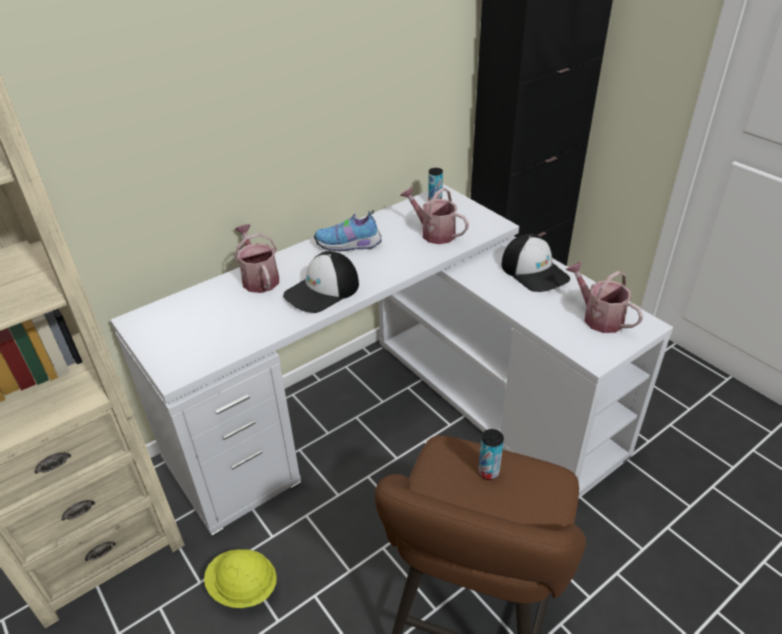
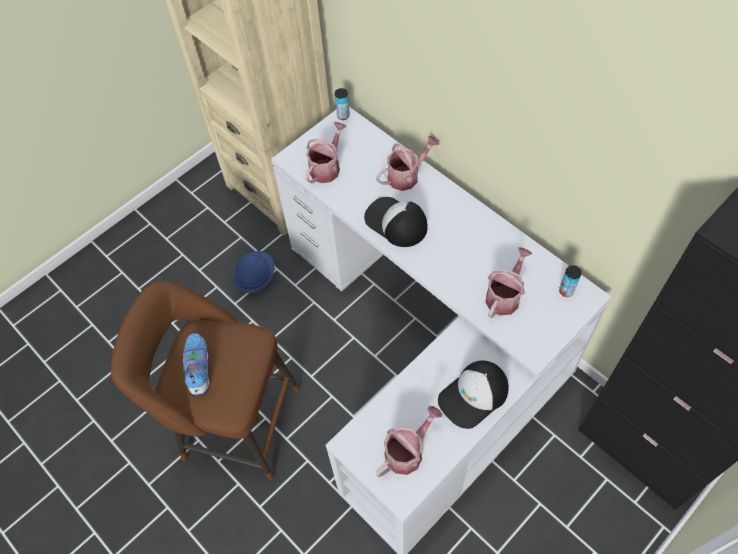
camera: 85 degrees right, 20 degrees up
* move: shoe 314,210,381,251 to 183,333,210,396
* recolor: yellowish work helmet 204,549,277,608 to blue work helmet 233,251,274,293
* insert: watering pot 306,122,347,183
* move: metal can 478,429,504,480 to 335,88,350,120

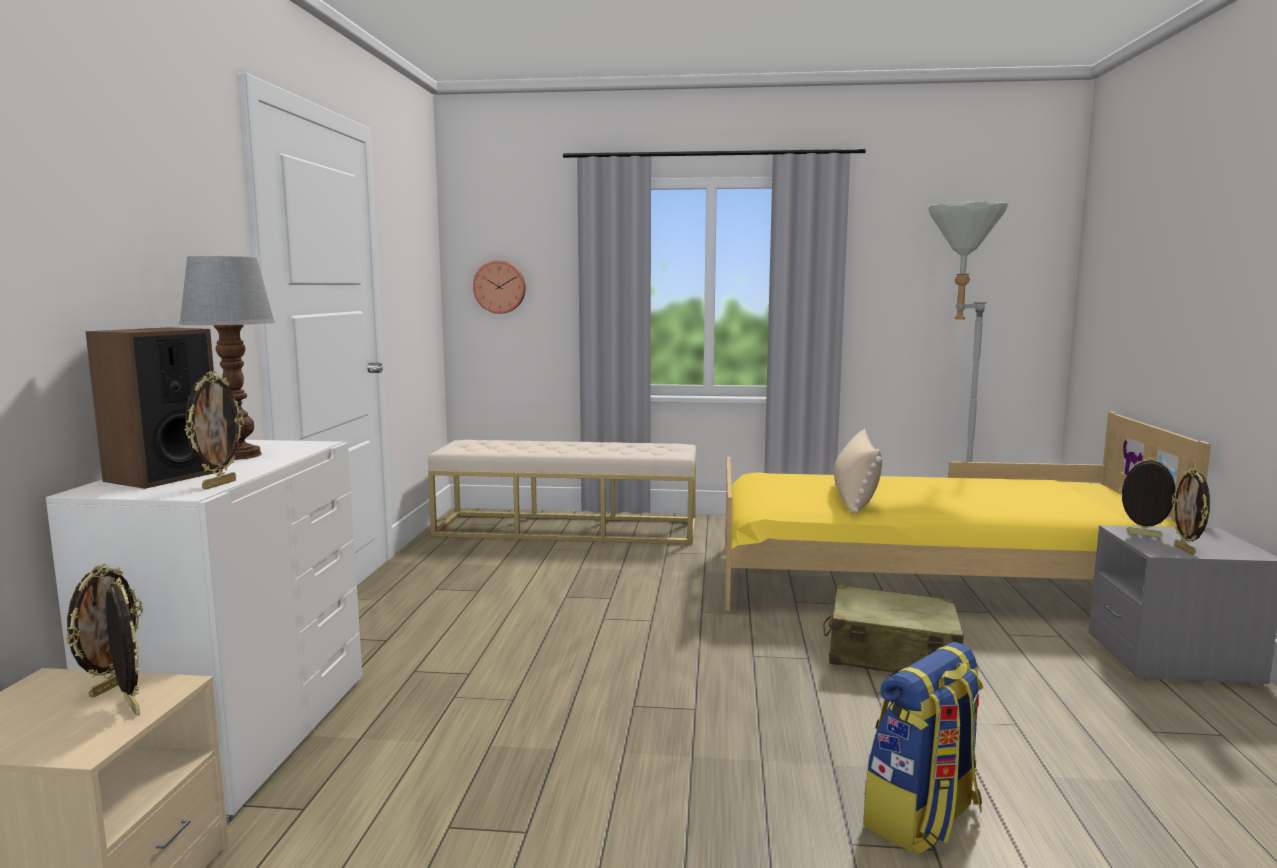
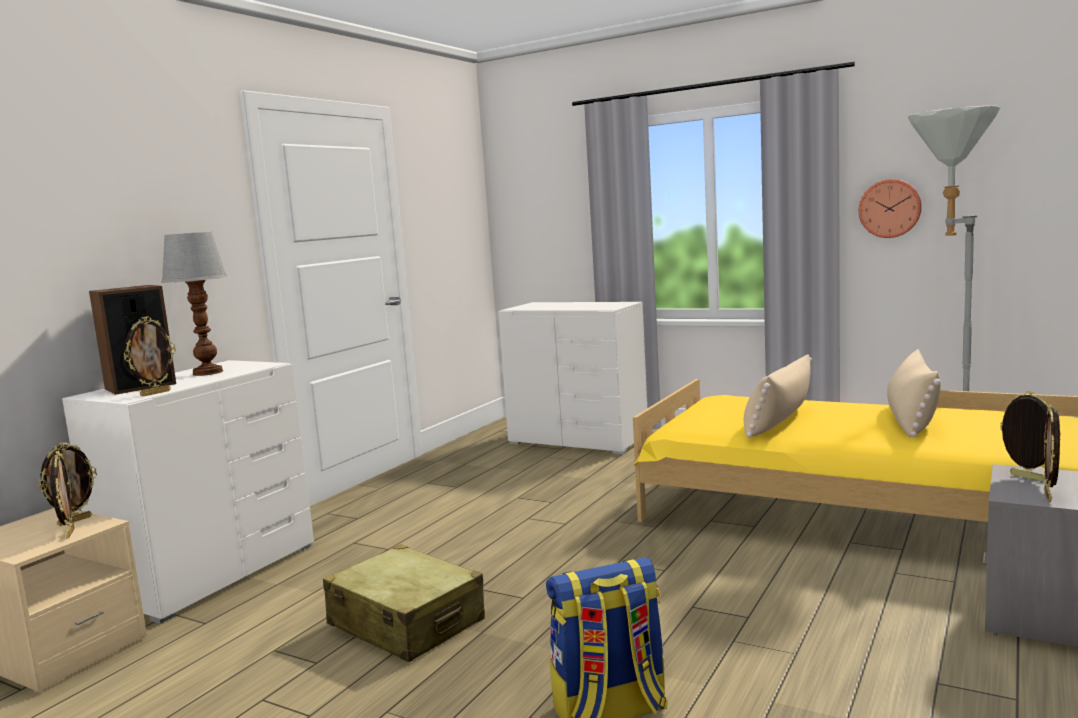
camera: 25 degrees right, 0 degrees up
* move: beige suitcase 823,585,964,673 to 323,545,485,662
* replace: beige bench 428,440,696,544 to white dresser 498,302,647,455
* move: clock on the wall 473,260,526,314 to 859,179,922,238
* insert: beige throw pillow 887,349,941,437

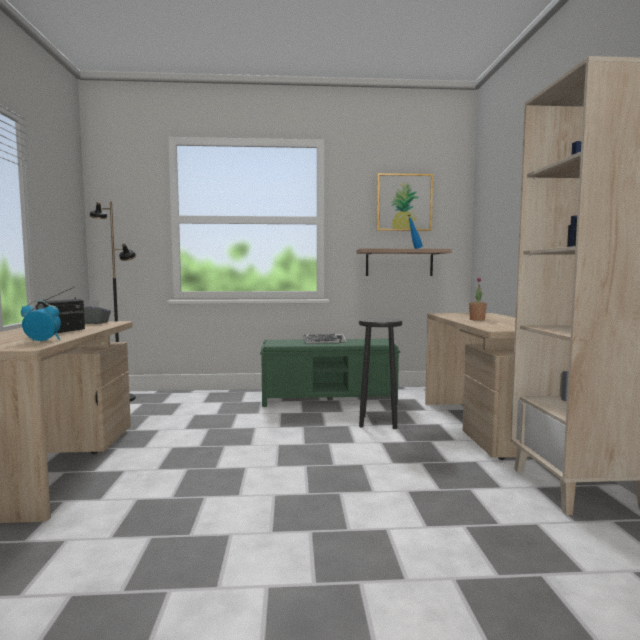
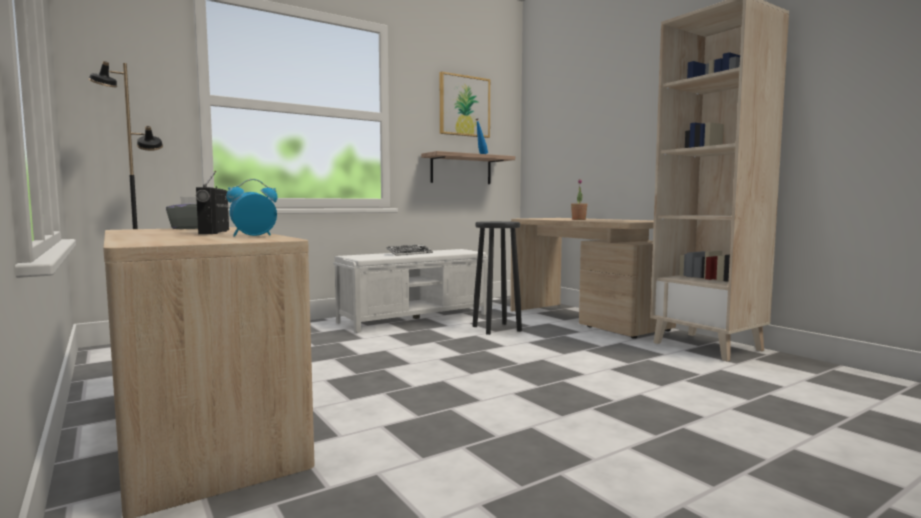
camera: 30 degrees left, 0 degrees up
* recolor: green-coloured bench 260,339,400,407 to white bench 333,249,488,333

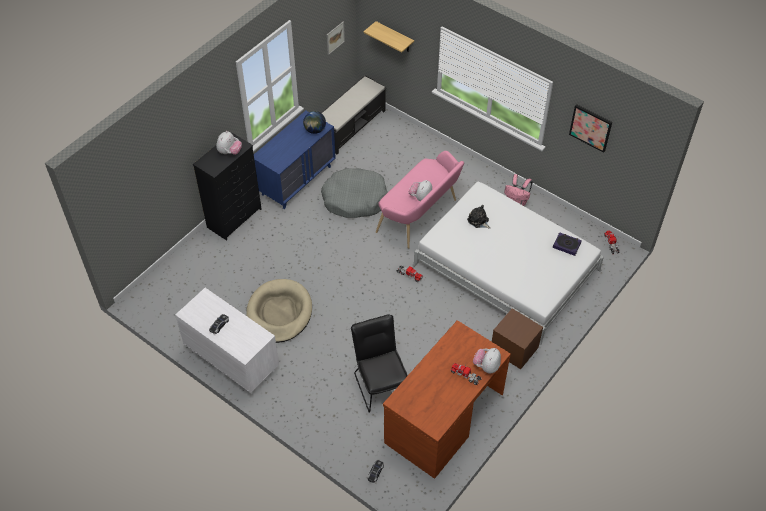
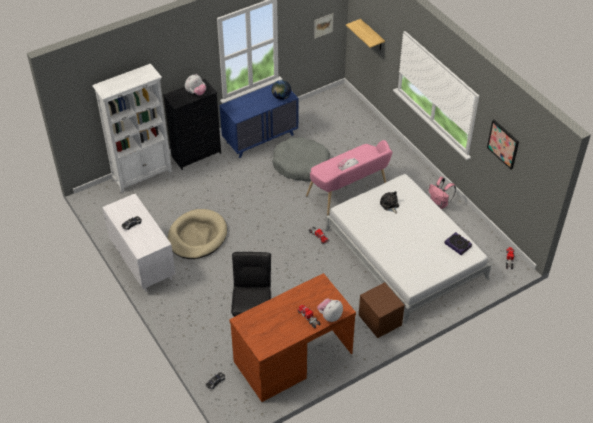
camera: 20 degrees right, 5 degrees down
* insert: white bookshelf 92,64,172,193
* delete: black-coloured bench 321,75,386,154

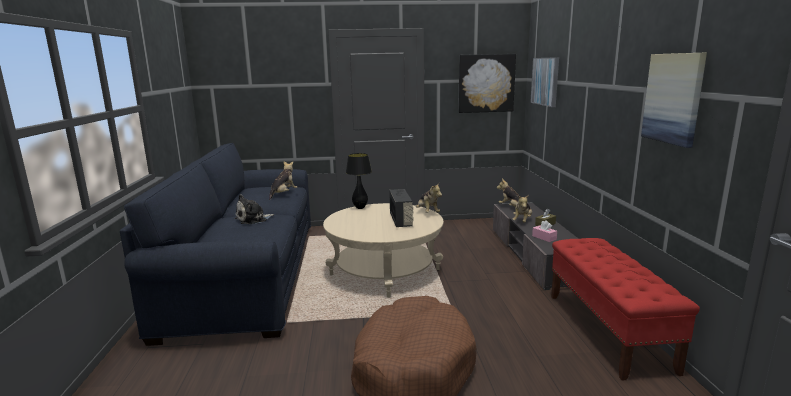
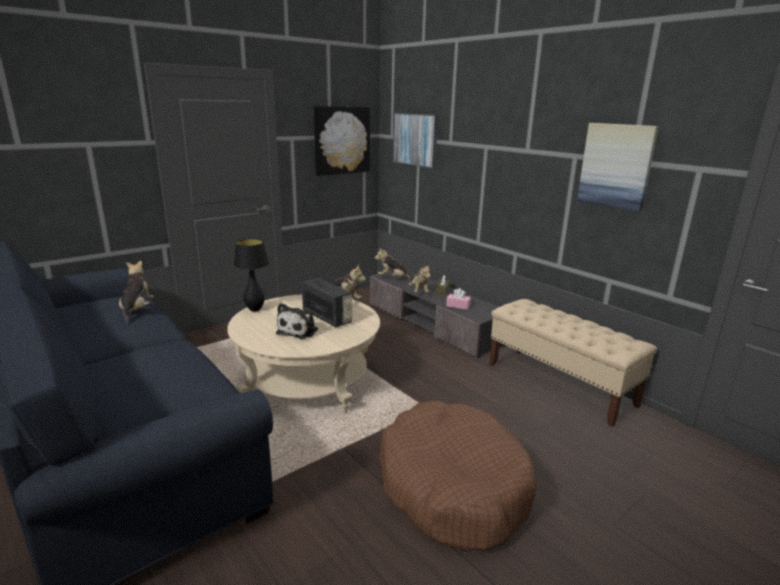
camera: 35 degrees left, 5 degrees up
* move: cuddly toy 235,194,274,224 to 276,303,318,339
* recolor: reddish bench 551,238,700,380 to beige bench 489,299,657,427

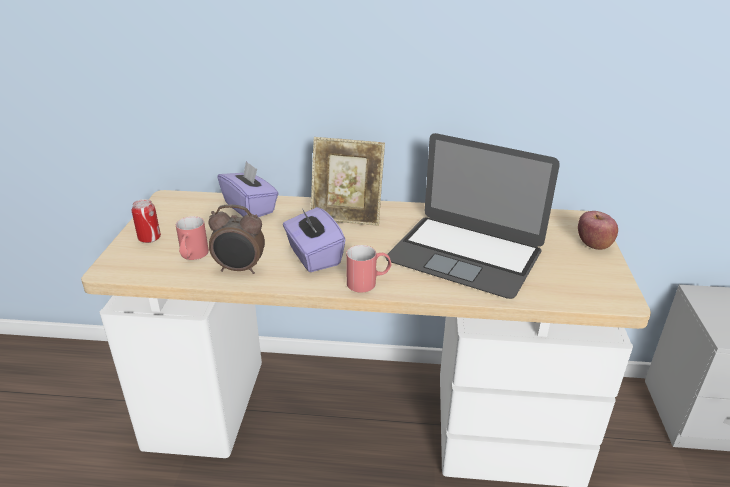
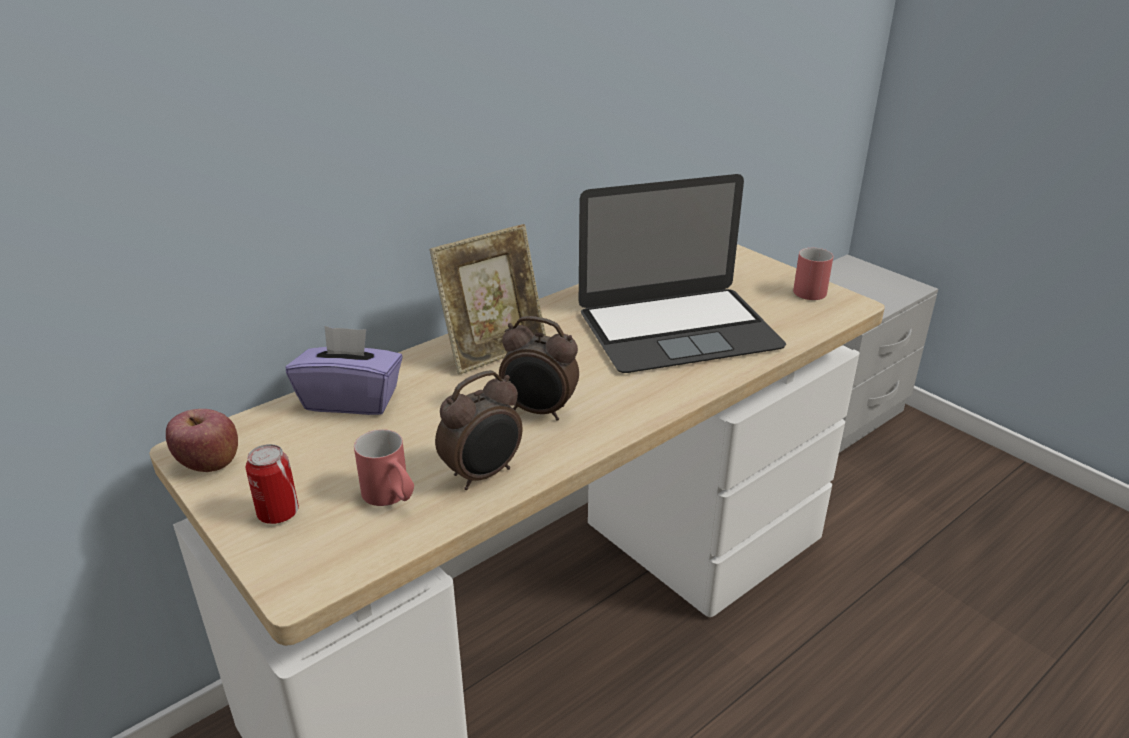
camera: 45 degrees left, 0 degrees up
* move: whole apple 578,211,618,250 to 166,409,238,472
* replace: purple-coloured tissue holder 283,207,345,272 to alarm clock 499,316,579,421
* move: reddish mug 346,245,391,292 to 793,248,834,300

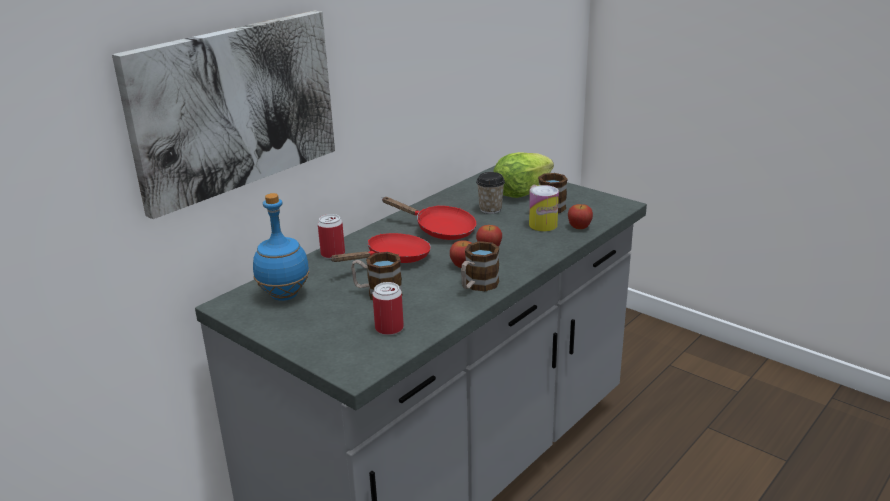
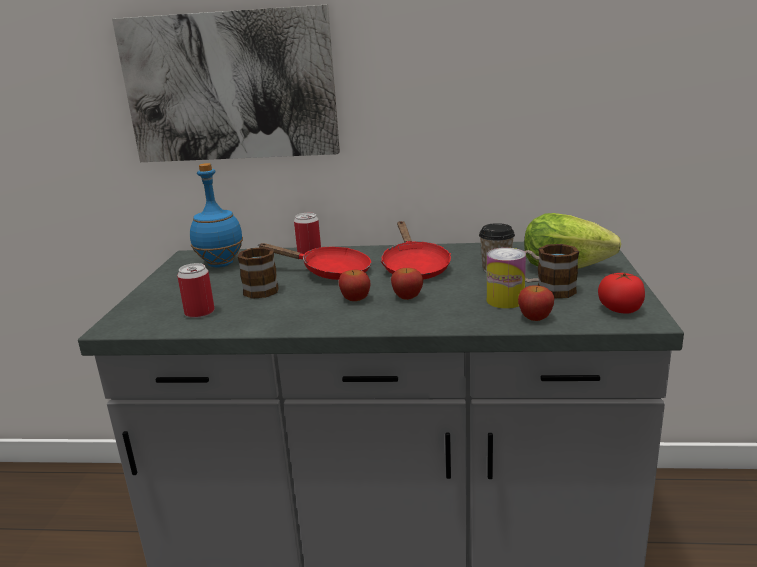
camera: 55 degrees right, 5 degrees down
* insert: tomato 598,272,645,314
* delete: mug 461,241,499,291

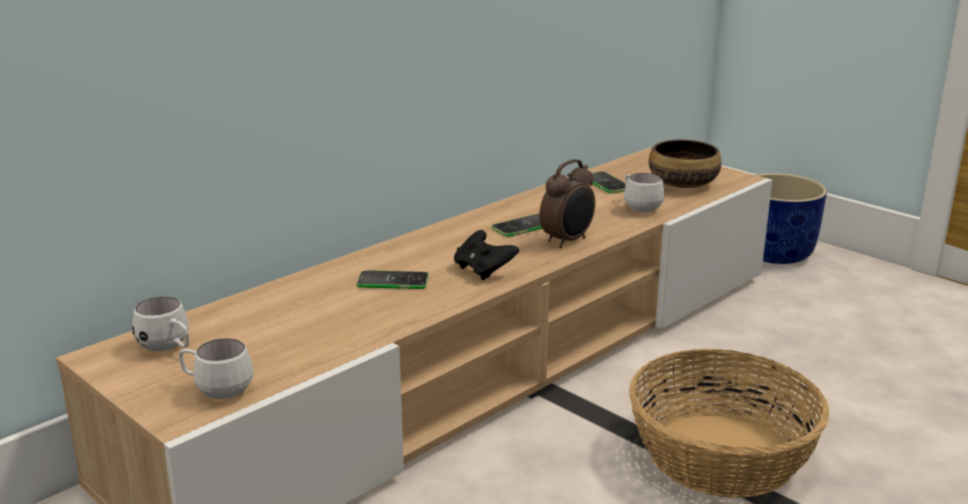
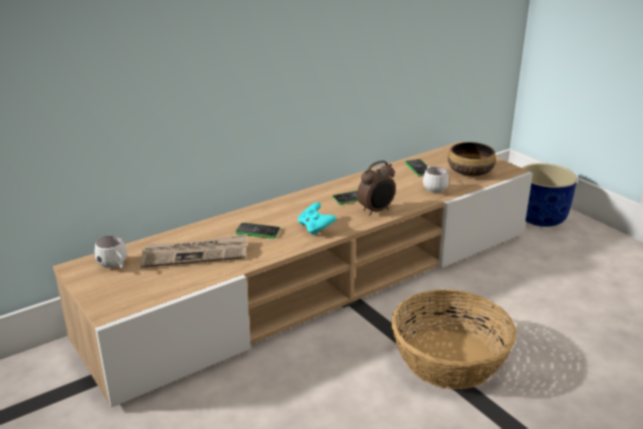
camera: 10 degrees right, 5 degrees up
* insert: daily paper 140,234,247,268
* recolor: black-coloured joypad 454,230,519,280 to blue-green joypad 298,202,337,235
* delete: white mug 179,338,254,399

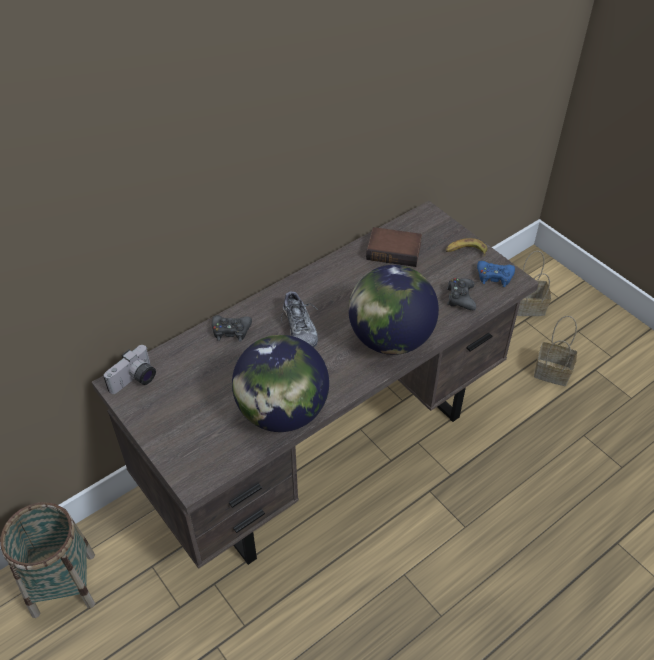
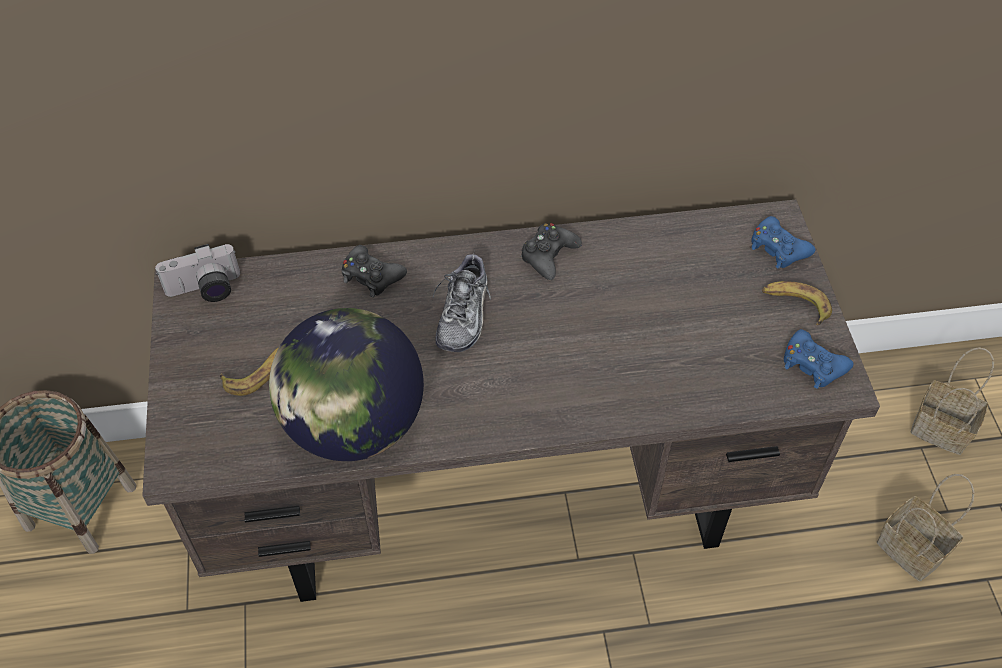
camera: 30 degrees right, 5 degrees up
* insert: whole banana 220,347,279,396
* move: black-coloured joypad 447,278,476,310 to 521,223,582,280
* insert: blue joypad 751,216,815,269
* delete: world globe 348,265,439,355
* delete: book 366,227,422,267

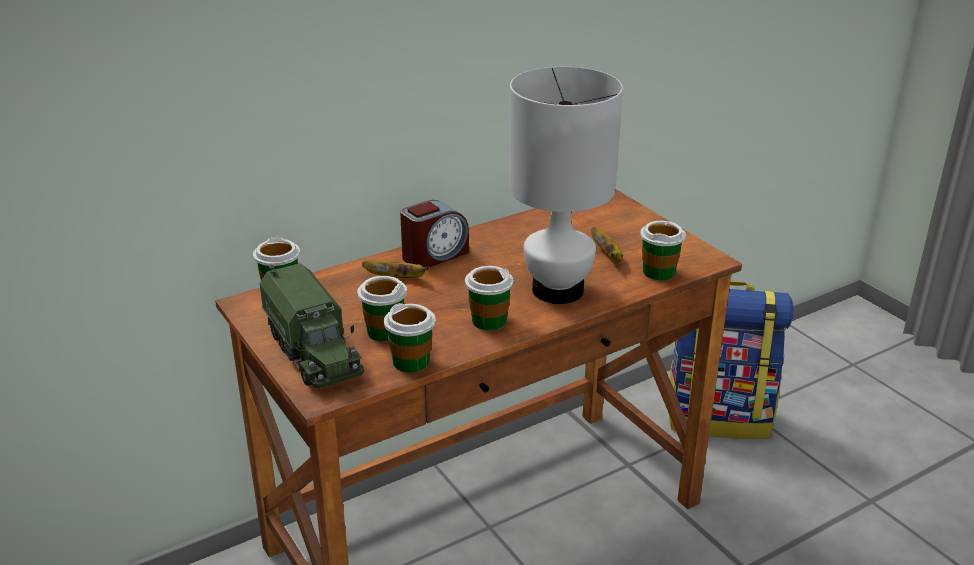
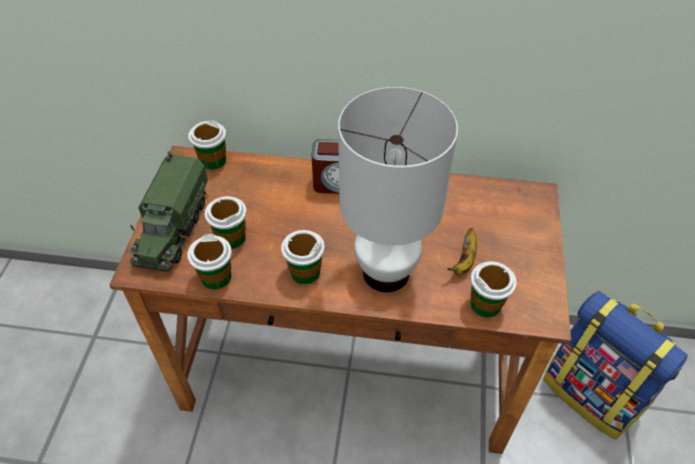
camera: 40 degrees right, 20 degrees up
* delete: whole banana 362,260,429,278

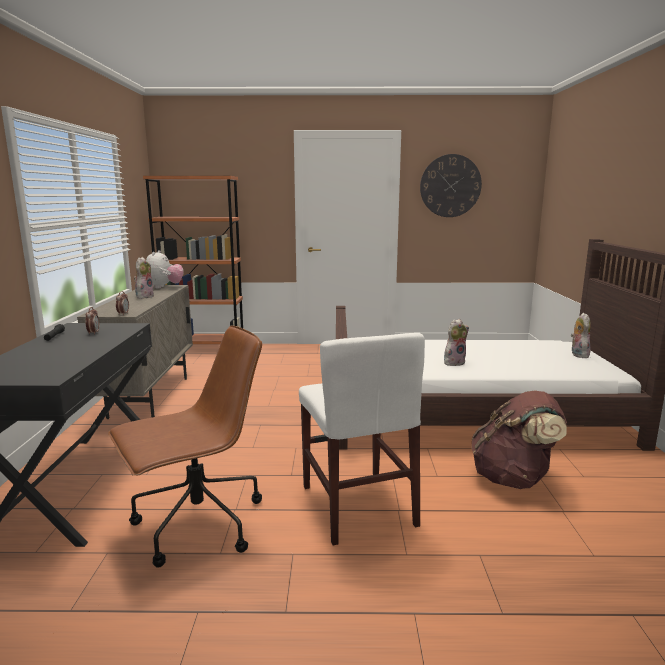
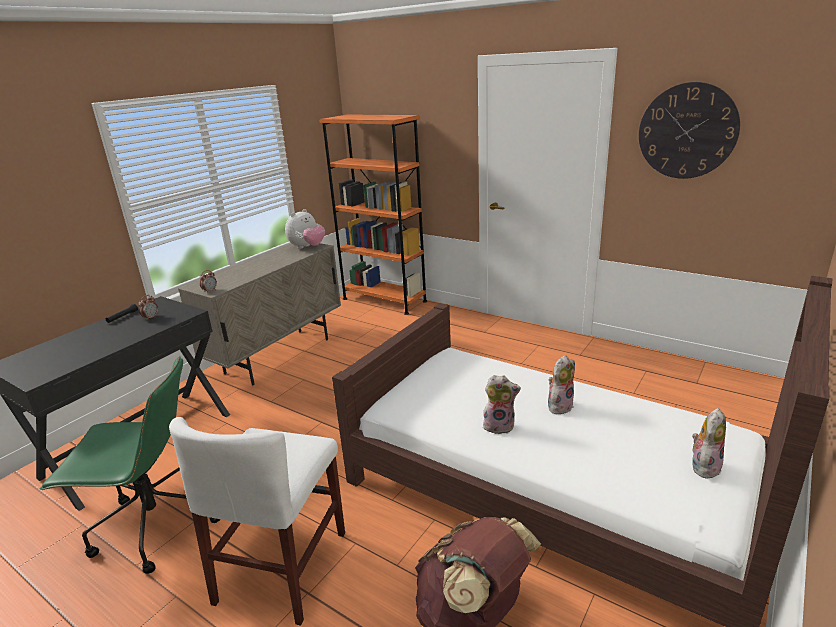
camera: 35 degrees right, 10 degrees up
* recolor: brownish desk chair 108,325,262,568 to green-coloured desk chair 40,356,221,574
* move: cuddly toy 134,257,154,299 to 548,355,575,414

